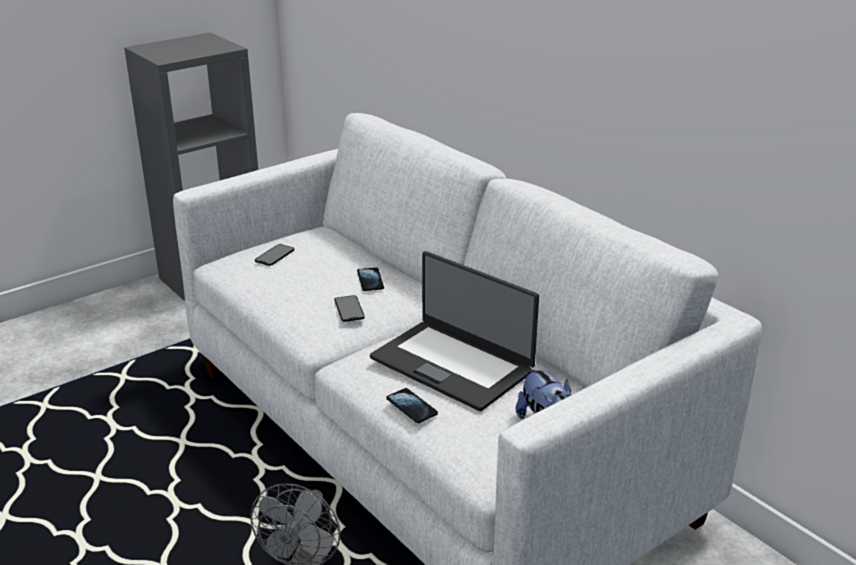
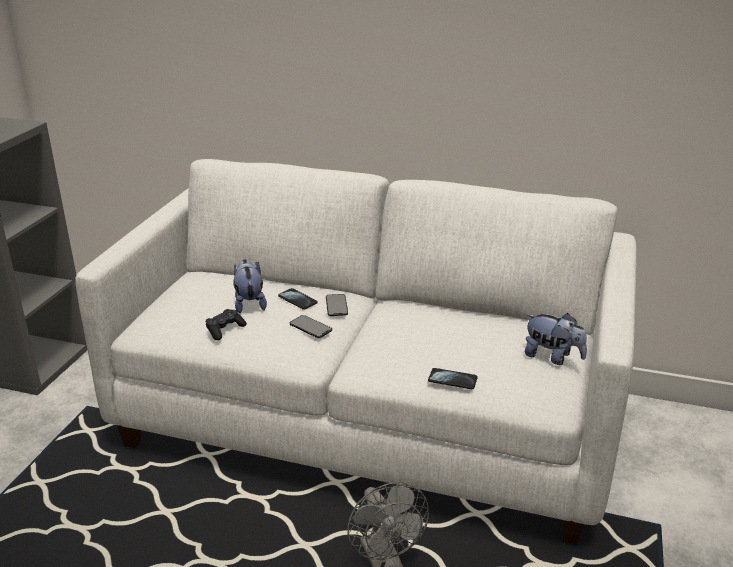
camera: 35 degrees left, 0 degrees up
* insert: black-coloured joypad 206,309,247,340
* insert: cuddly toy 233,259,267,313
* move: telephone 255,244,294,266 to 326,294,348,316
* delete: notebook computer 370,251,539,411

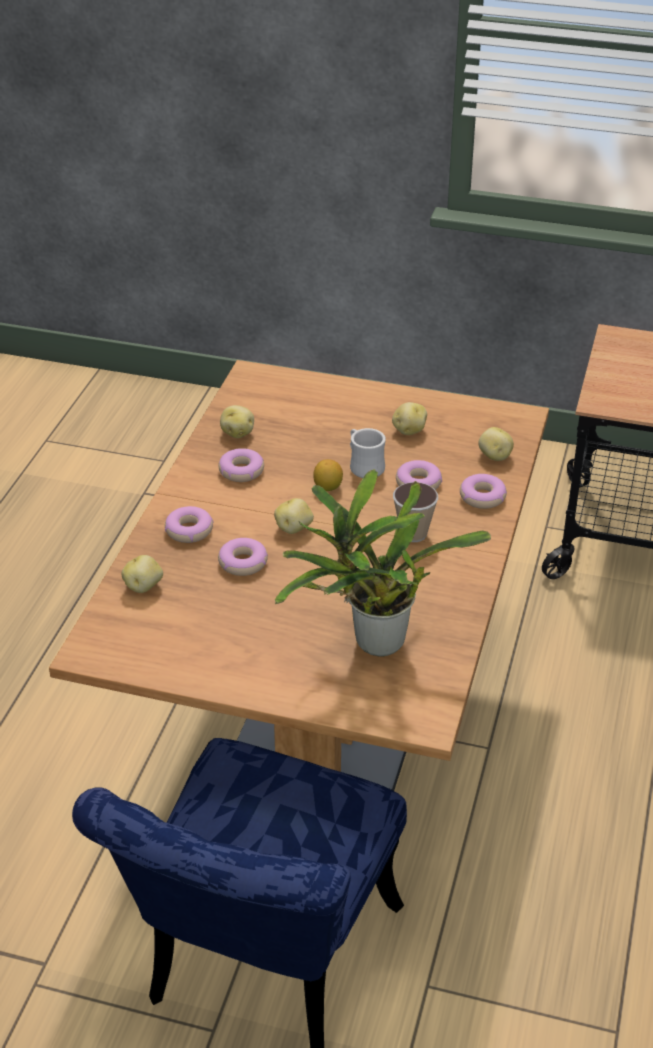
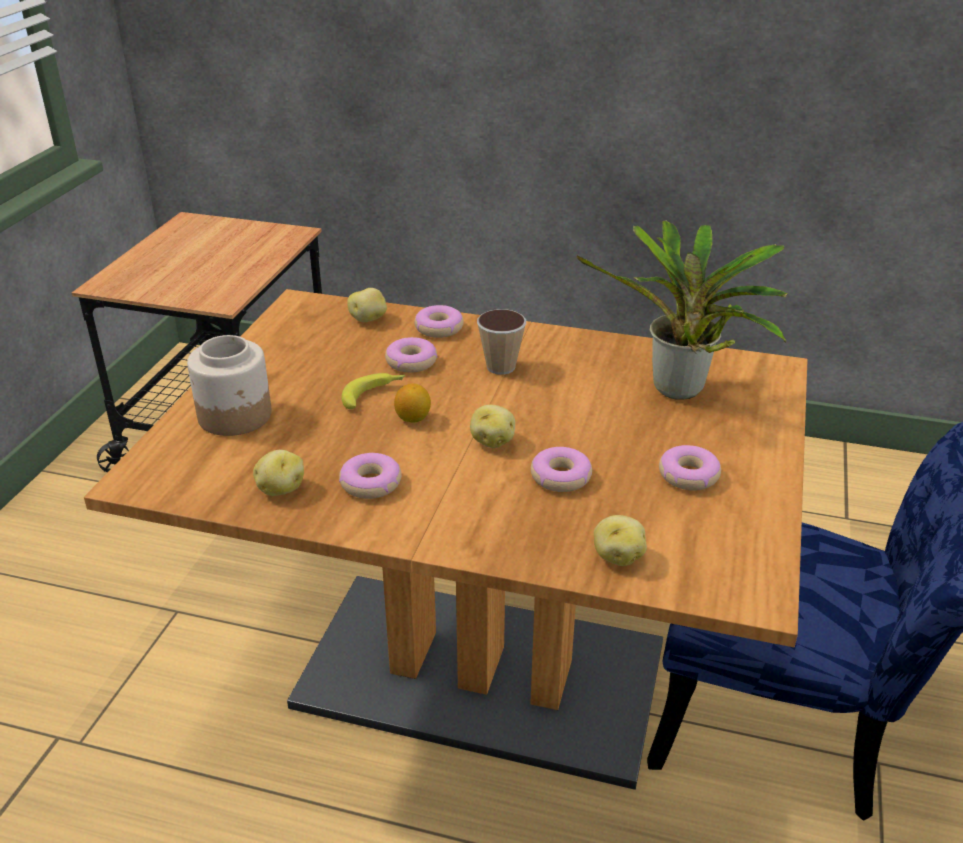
camera: 90 degrees left, 5 degrees down
* insert: jar 187,335,272,436
* replace: white mug 350,428,386,478 to whole banana 342,373,405,409
* move: ring doughnut 165,506,213,543 to 659,445,721,490
* delete: whole potato 392,402,427,435

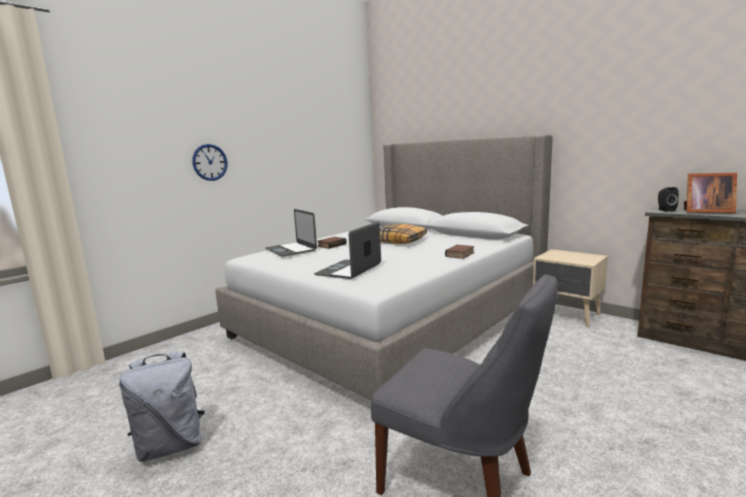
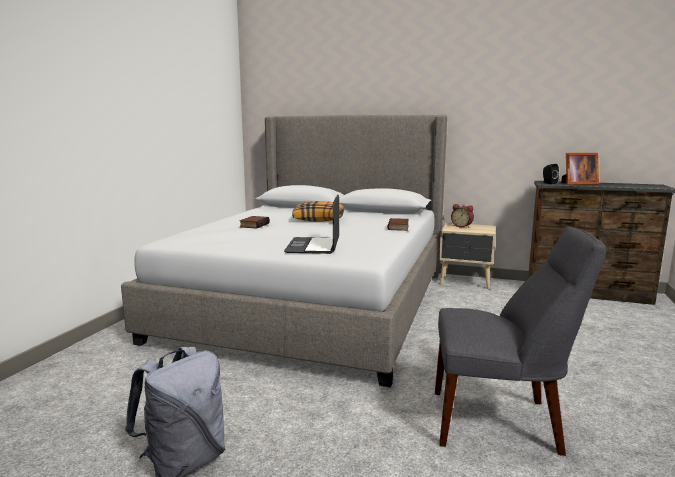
camera: 25 degrees left, 0 degrees up
* insert: alarm clock 451,204,474,228
* delete: clock on the wall 192,144,227,181
* delete: notebook computer 265,209,317,257

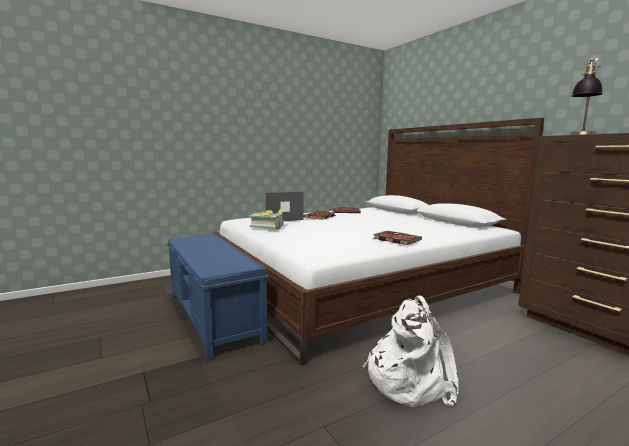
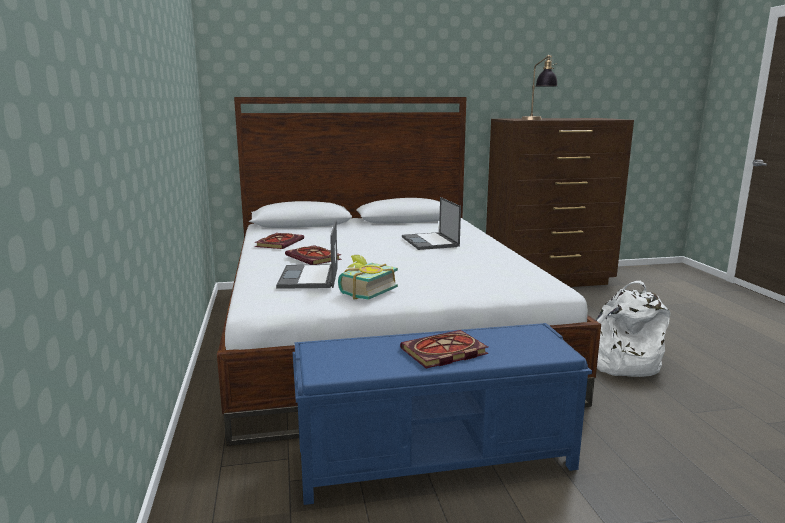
camera: 70 degrees left, 5 degrees up
* move: book 373,231,422,245 to 400,330,488,368
* insert: notebook computer 402,197,461,250

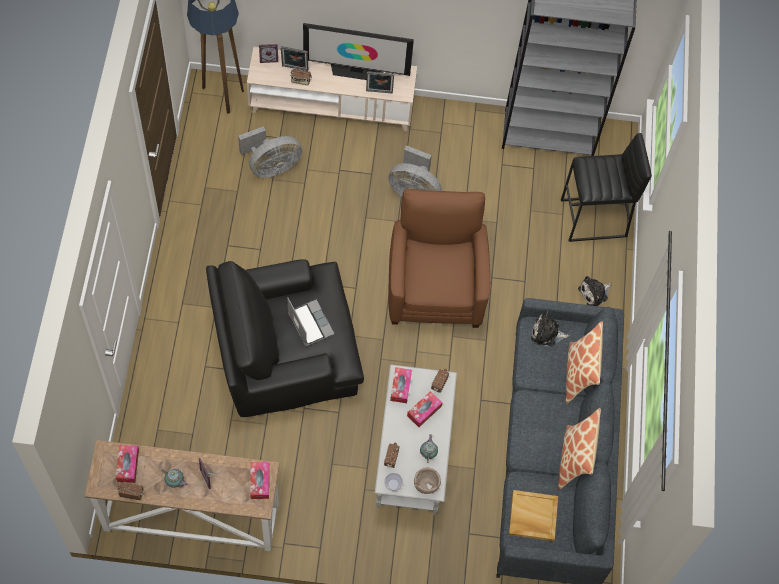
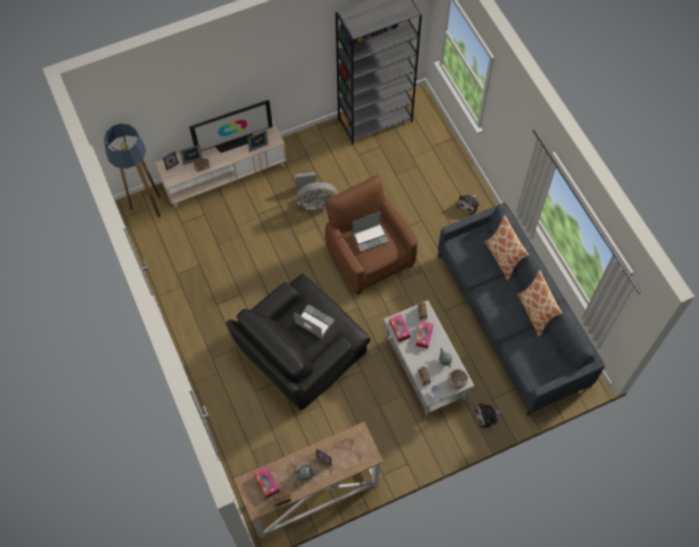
camera: 25 degrees left, 0 degrees up
* insert: notebook computer 352,212,389,252
* move: cuddly toy 531,311,569,346 to 475,403,503,428
* delete: greyish fan 238,126,302,178
* delete: tissue holder 250,462,269,499
* delete: beige carrying tray 509,490,558,541
* delete: black-coloured stool seat 561,133,652,242

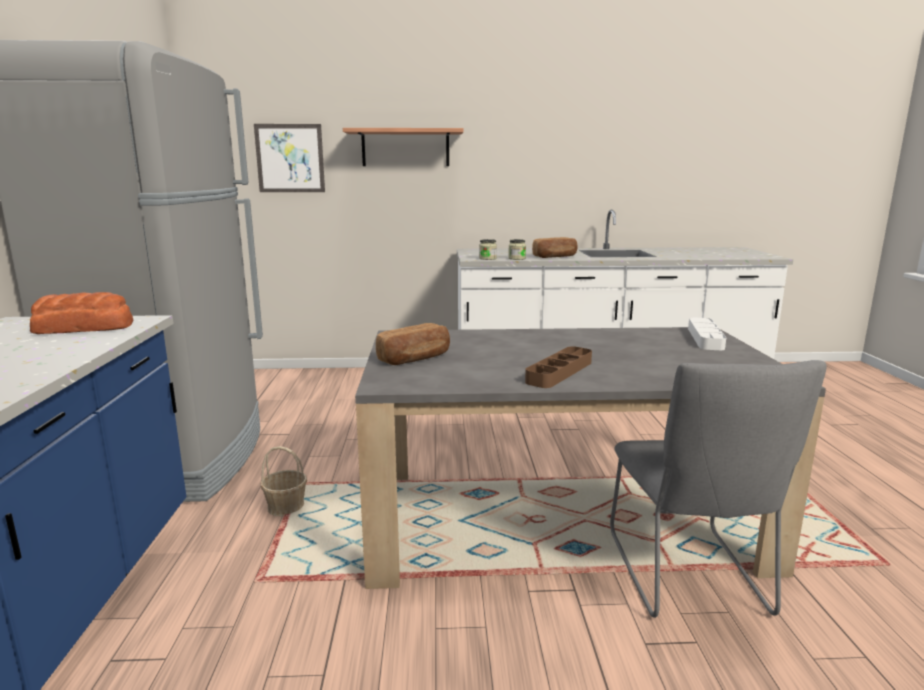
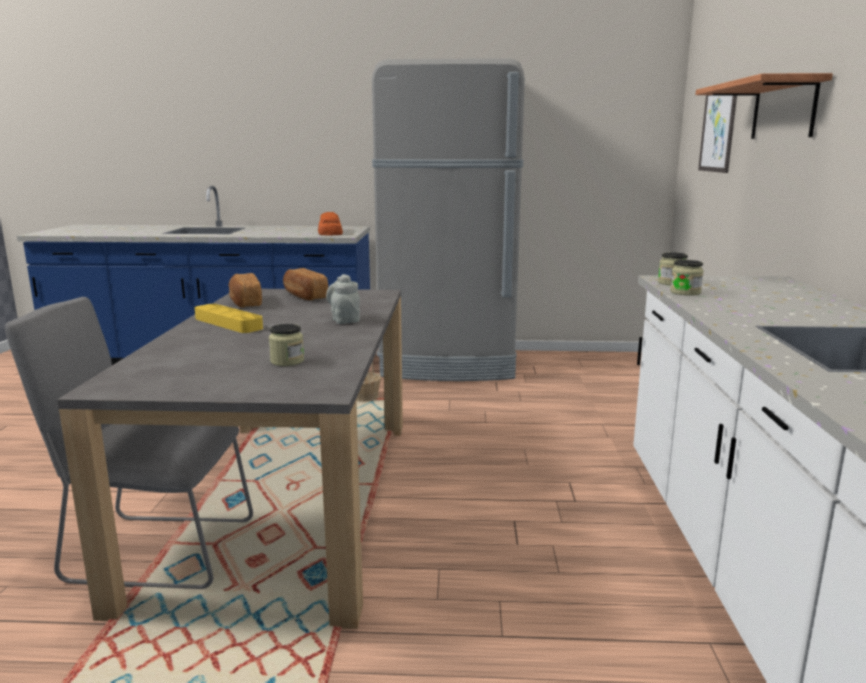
camera: 95 degrees right, 0 degrees up
* recolor: brownish carrying tray 525,346,592,388 to yellowish carrying tray 194,304,263,333
* move: bread 532,237,578,258 to 229,273,262,308
* insert: jar 269,324,304,366
* insert: greyish teapot 326,274,360,324
* delete: white carrying tray 688,317,726,350

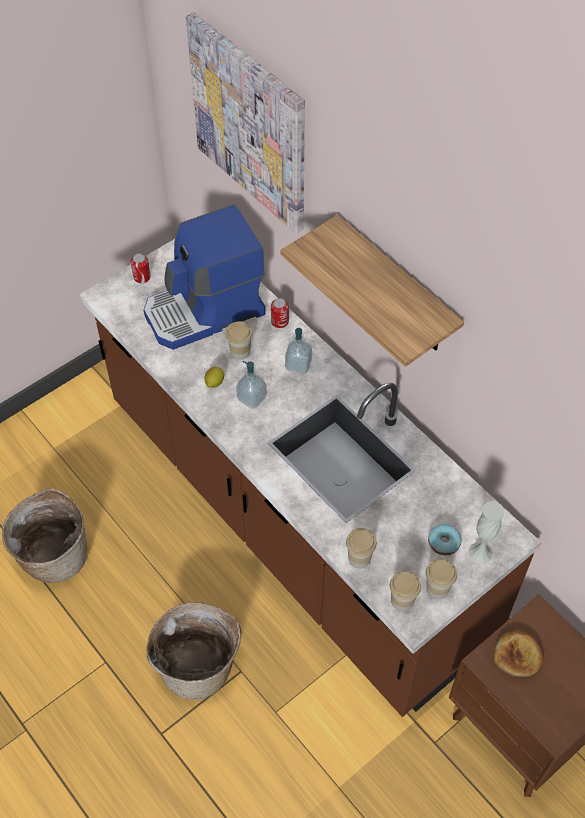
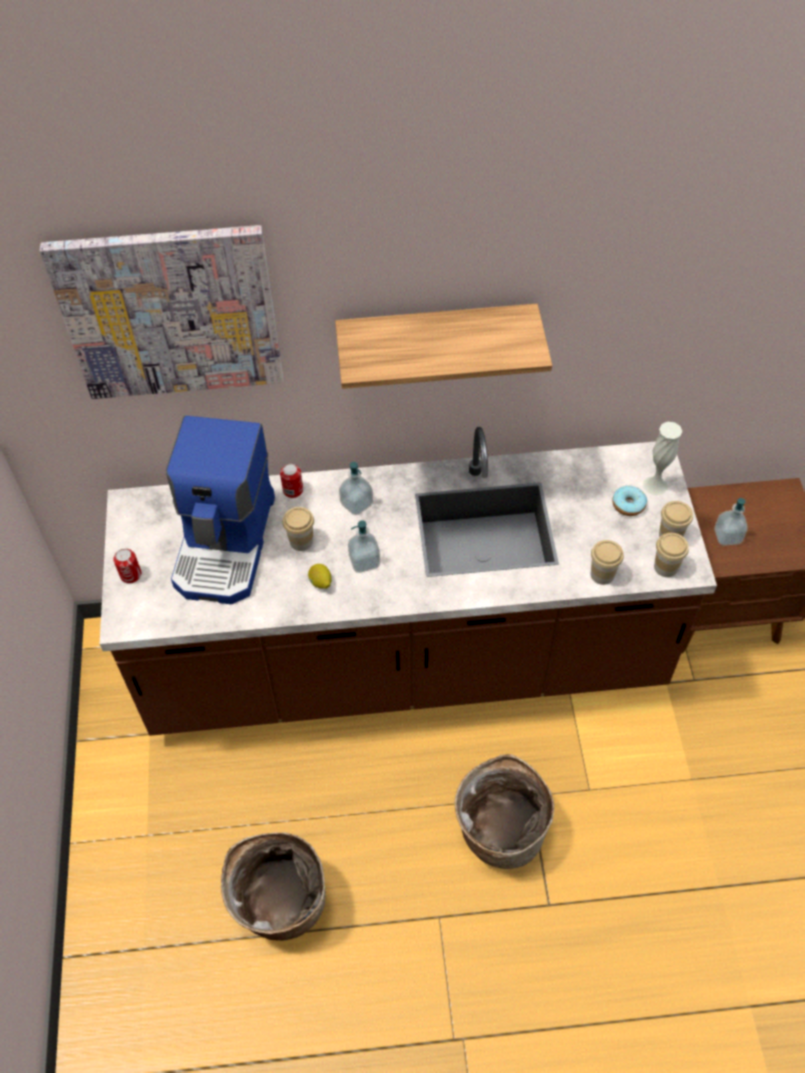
camera: 55 degrees left, 0 degrees up
* replace: bread 493,630,544,677 to liquid soap bottle 714,498,748,546

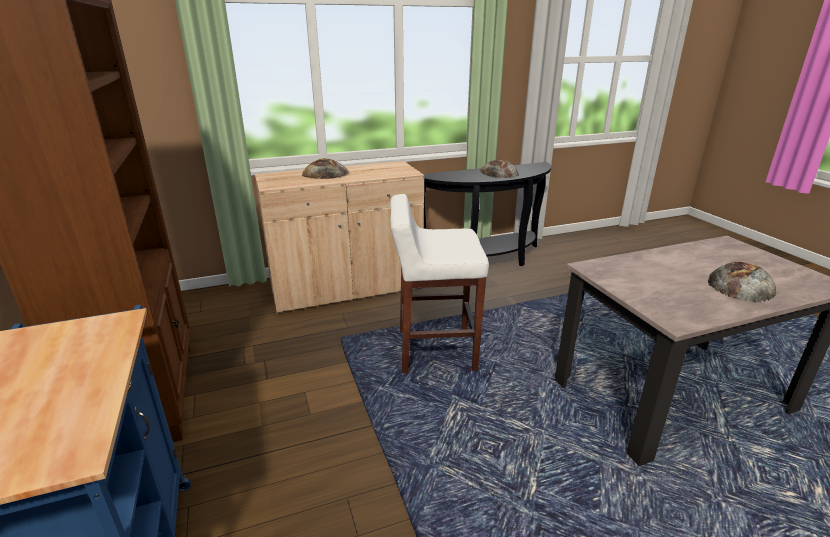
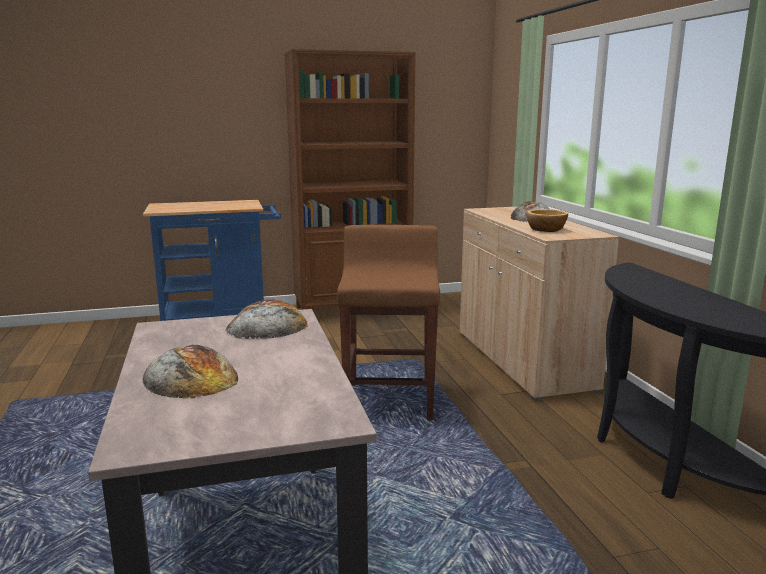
camera: 95 degrees right, 10 degrees down
* move: bread 480,160,519,178 to 226,299,308,339
* recolor: white stool seat 390,194,489,373 to brownish stool seat 337,225,440,420
* insert: serving bowl 527,209,568,232

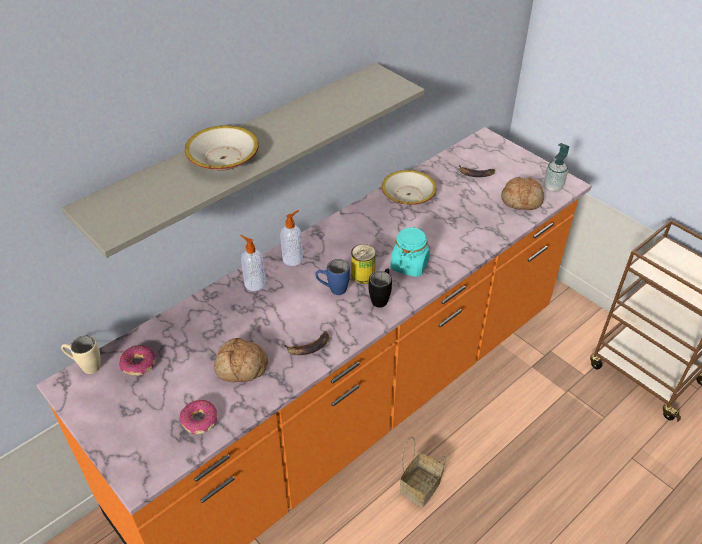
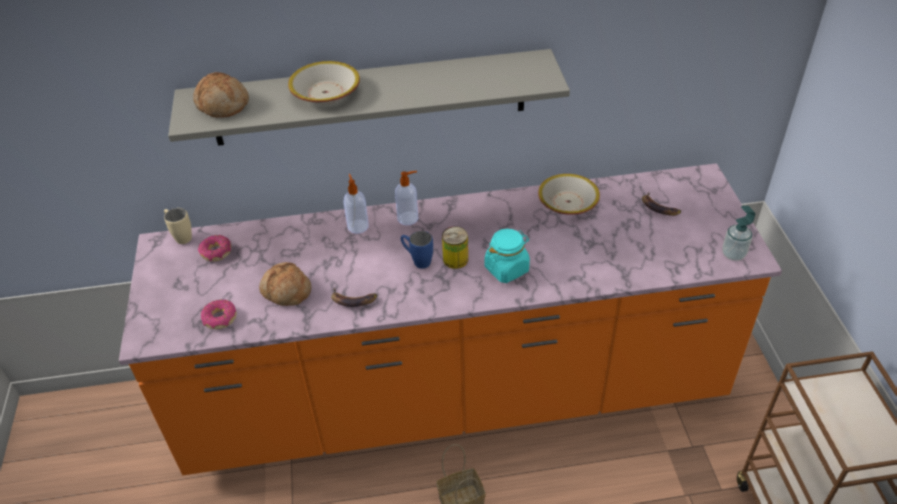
camera: 35 degrees right, 0 degrees up
* move: bread 501,177,544,210 to 193,72,249,118
* delete: black-coloured mug 369,268,392,308

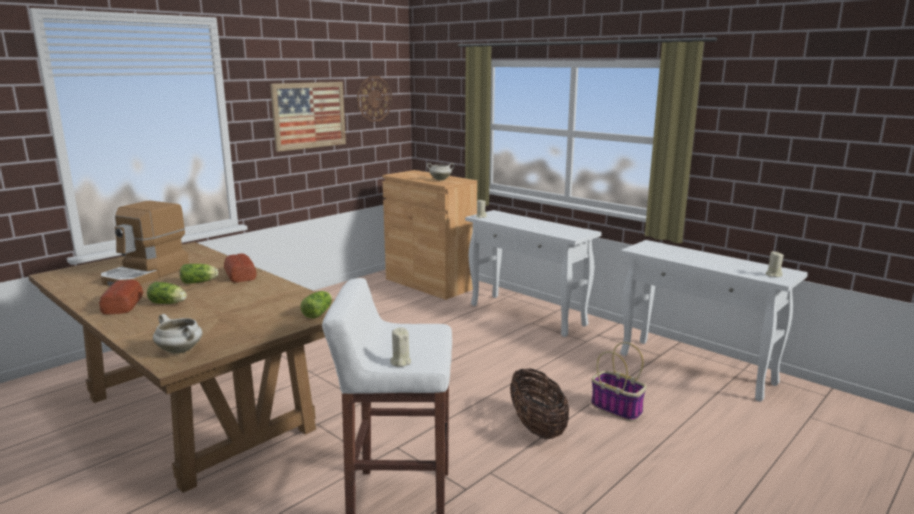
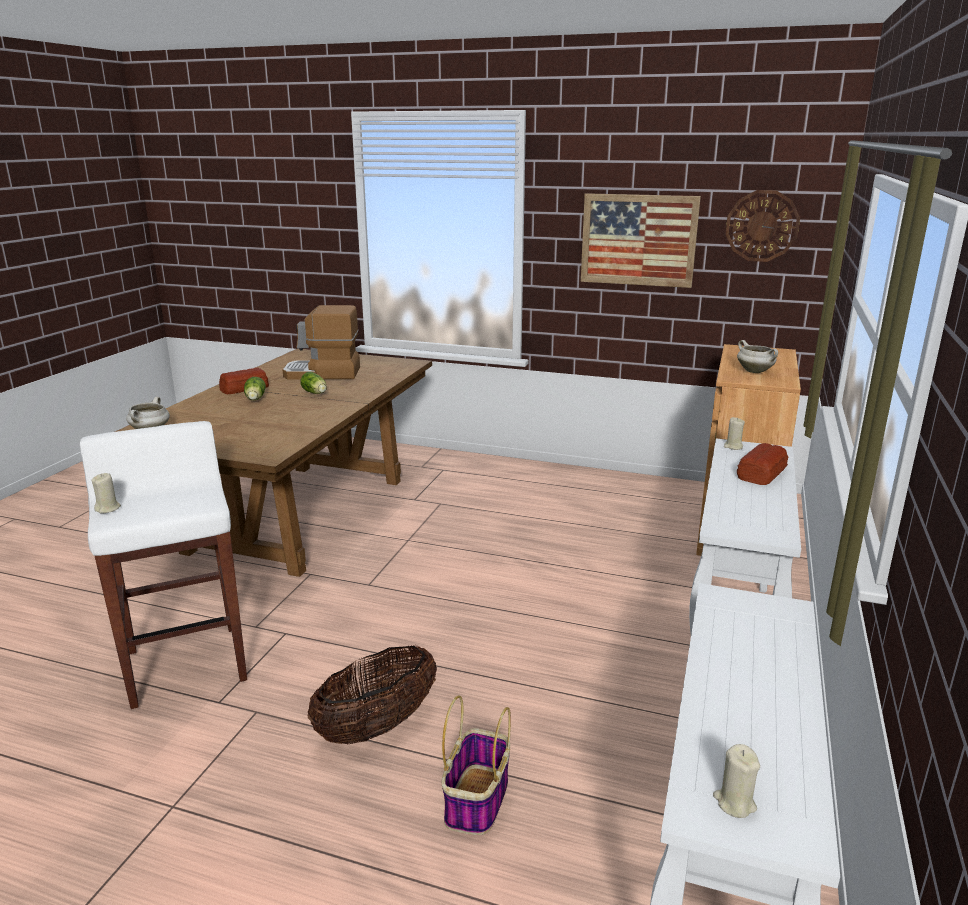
camera: 65 degrees right, 5 degrees up
* move: bread 224,253,257,283 to 737,443,788,485
* delete: head of lettuce 301,291,332,319

